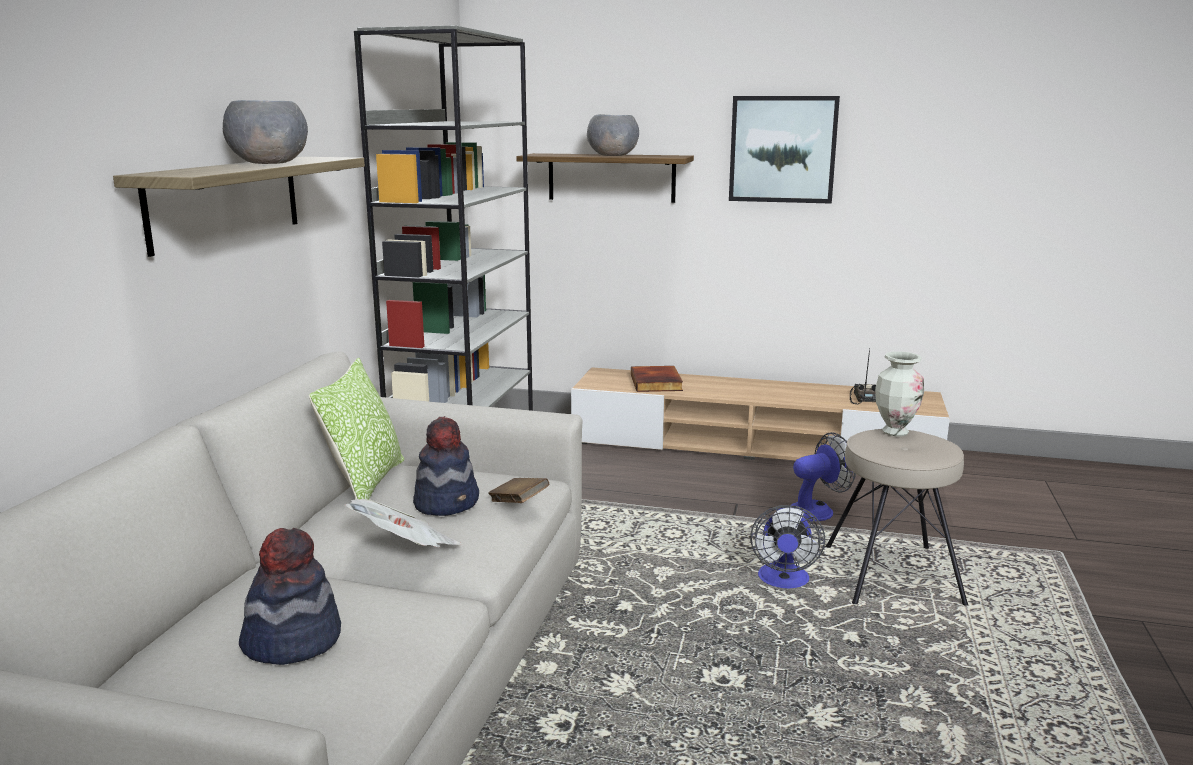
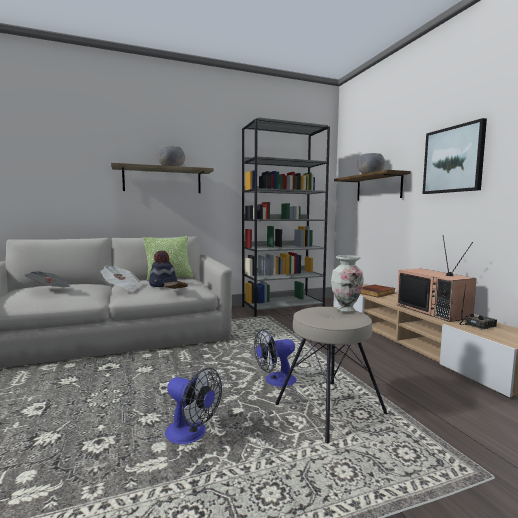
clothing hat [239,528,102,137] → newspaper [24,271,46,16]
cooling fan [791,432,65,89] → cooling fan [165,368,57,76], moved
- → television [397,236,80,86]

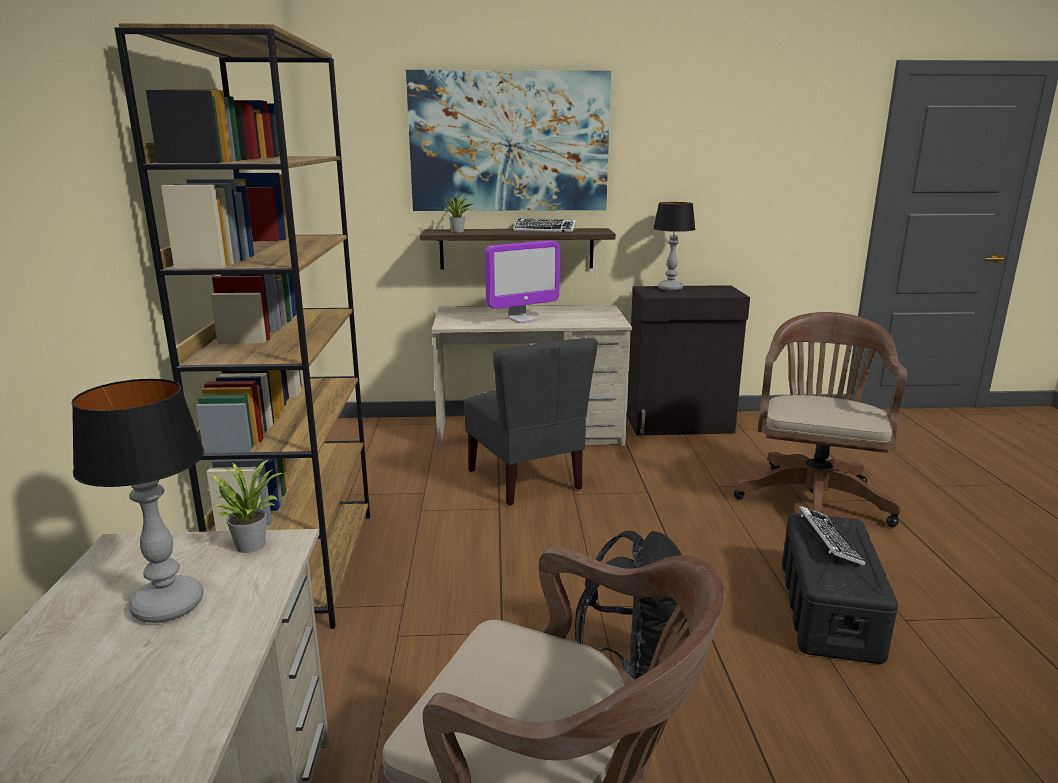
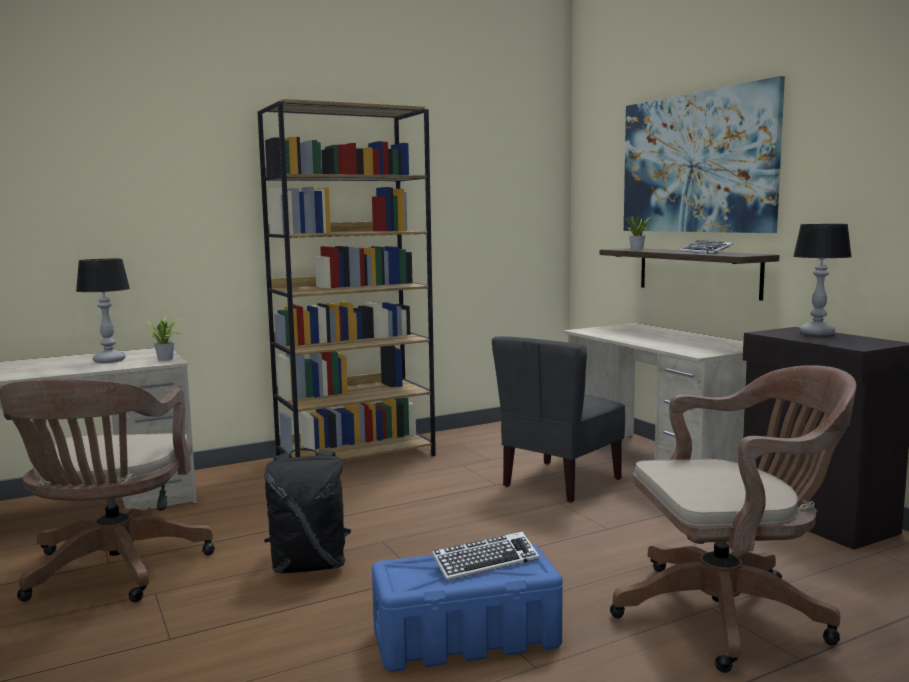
computer screen [485,241,75,82] → -
storage bin (black-coloured) [782,513,116,151] → storage bin (bluish) [372,544,191,128]

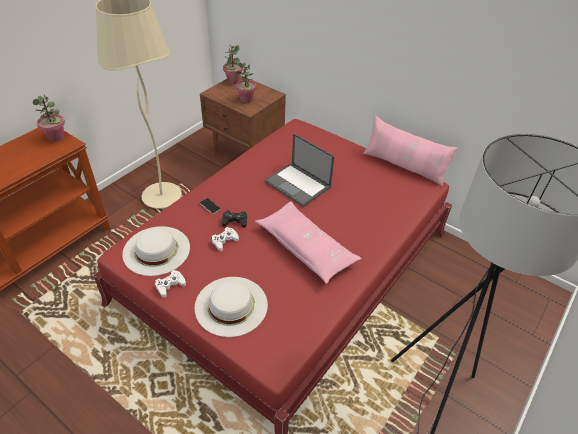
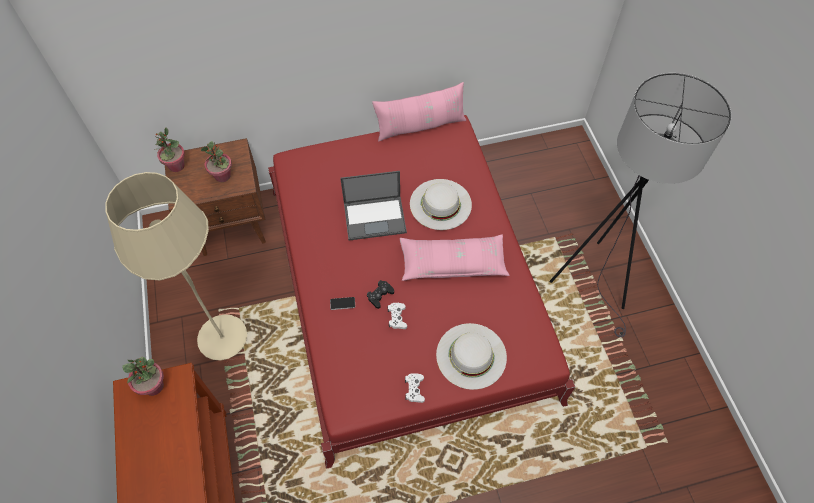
clothing hat (whitish) [122,226,68,50] → clothing hat (whitish) [410,179,62,51], moved

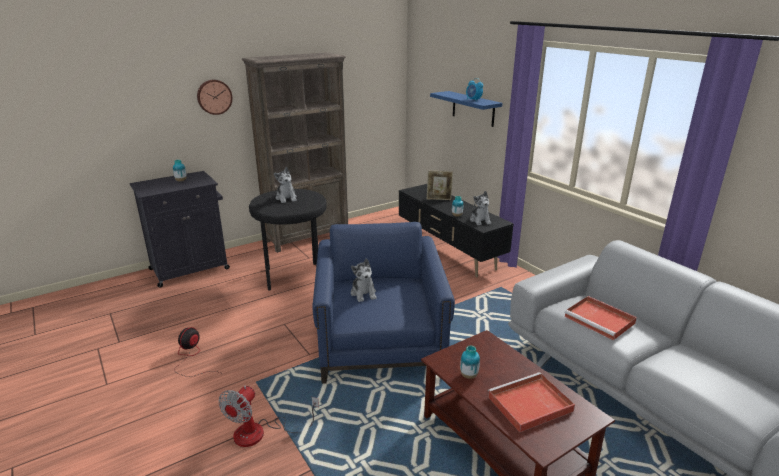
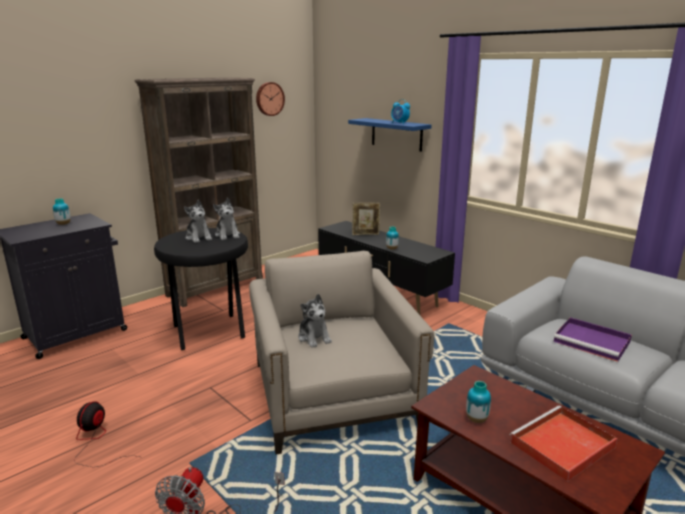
clock on the wall [197,80,35,35] → clock on the wall [256,82,29,34], moved
lounge chair (bluish) [312,222,143,162] → lounge chair (beige-coloured) [249,251,185,203]
plush toy [470,191,21,34] → plush toy [213,198,27,42], moved
tray (reddish) [564,296,73,44] → tray (purple) [553,317,79,45]

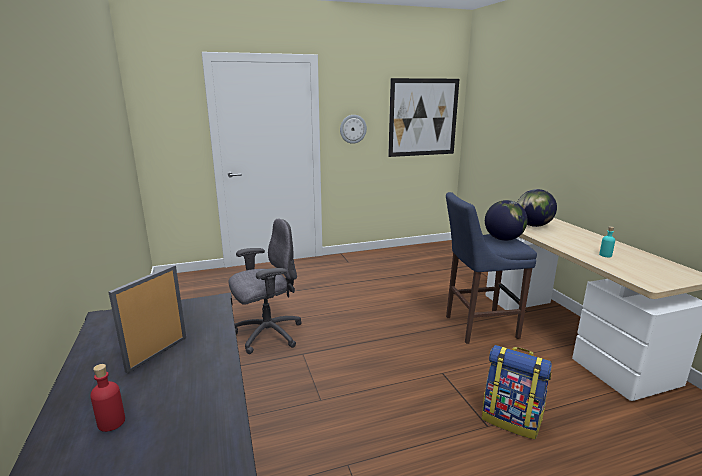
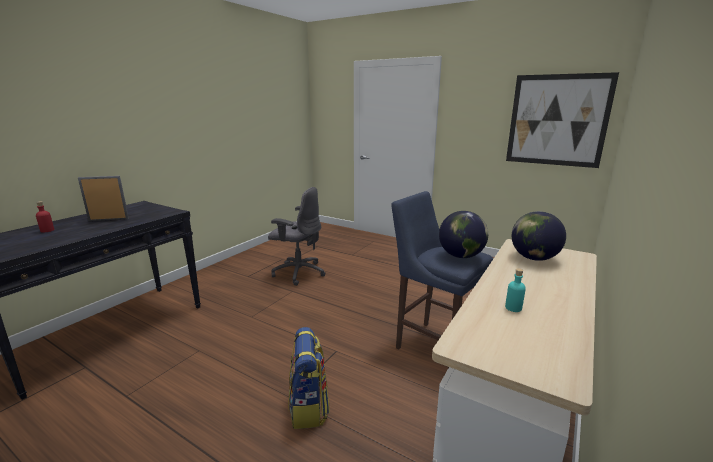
clock on the wall [340,115,27,29] → -

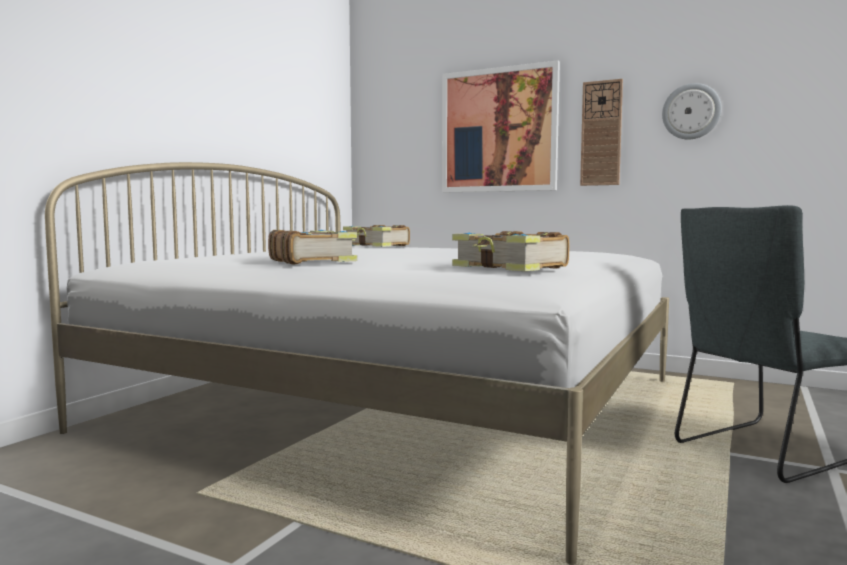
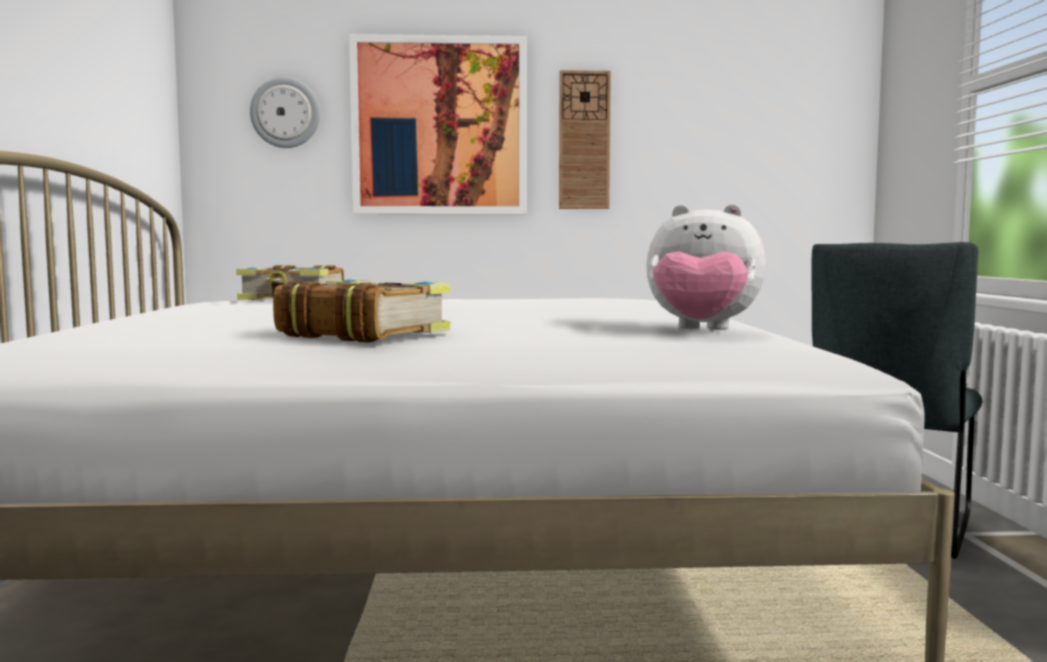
book [452,231,117,40] → plush toy [646,204,120,126]
clock on the wall [662,83,60,57] → clock on the wall [250,77,70,71], moved

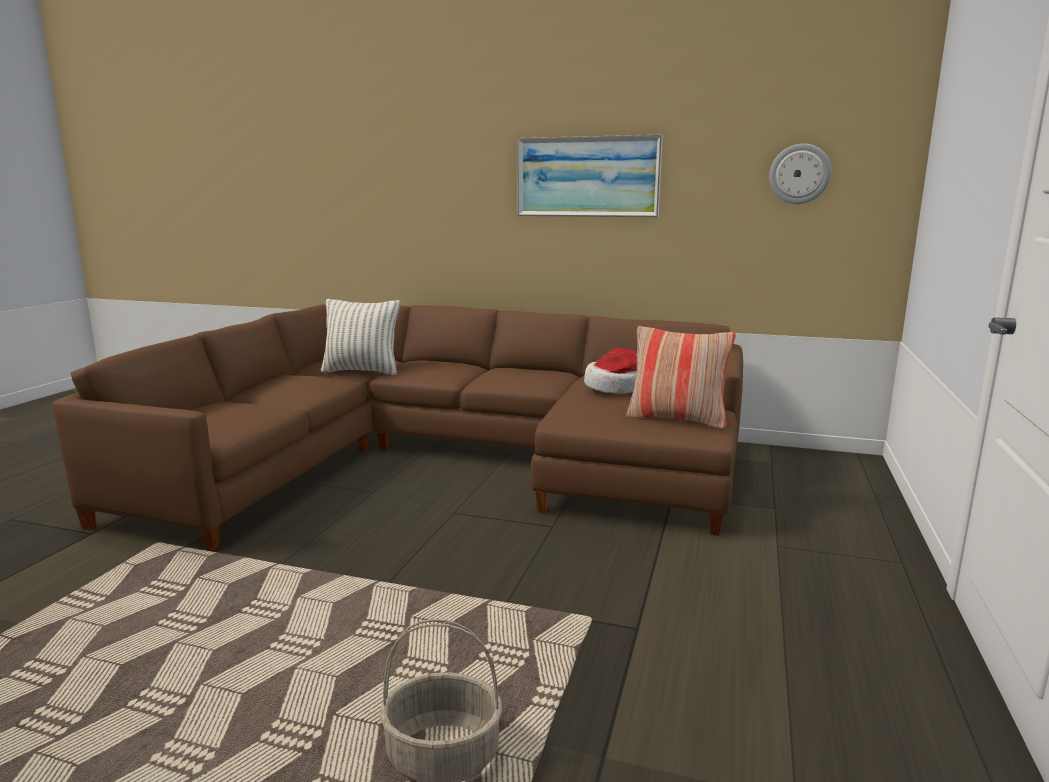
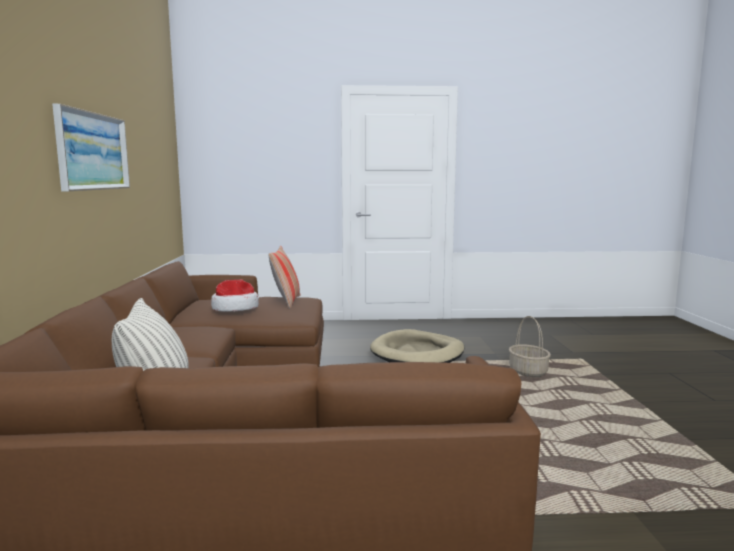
clock on the wall [769,144,62,60] → -
- → dog cushion (beige-coloured) [370,329,94,34]

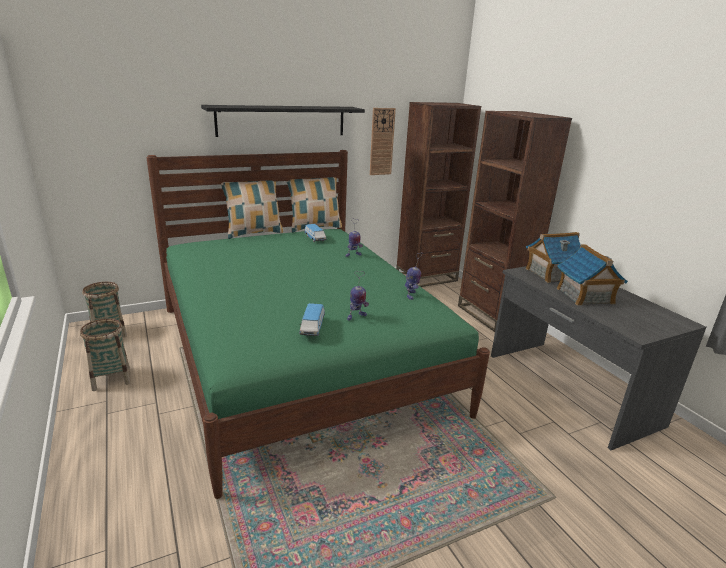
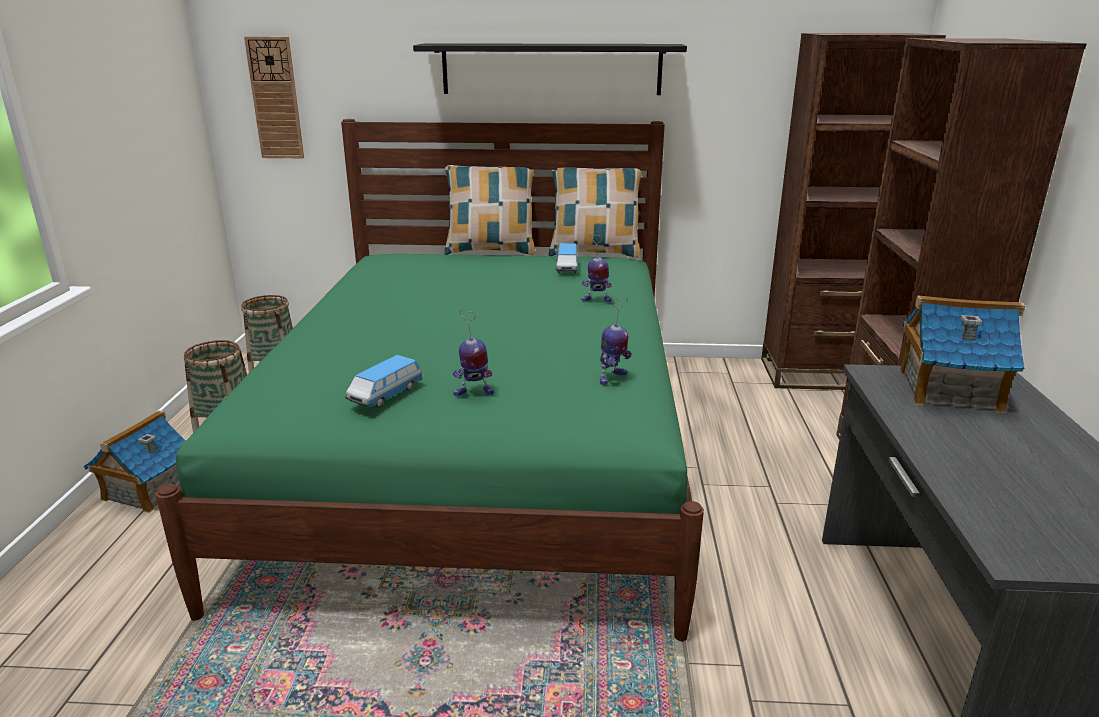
clock on the wall [370,108,26,67] → clock on the wall [244,37,60,121], moved
model house [557,244,71,62] → model house [83,411,103,102], moved

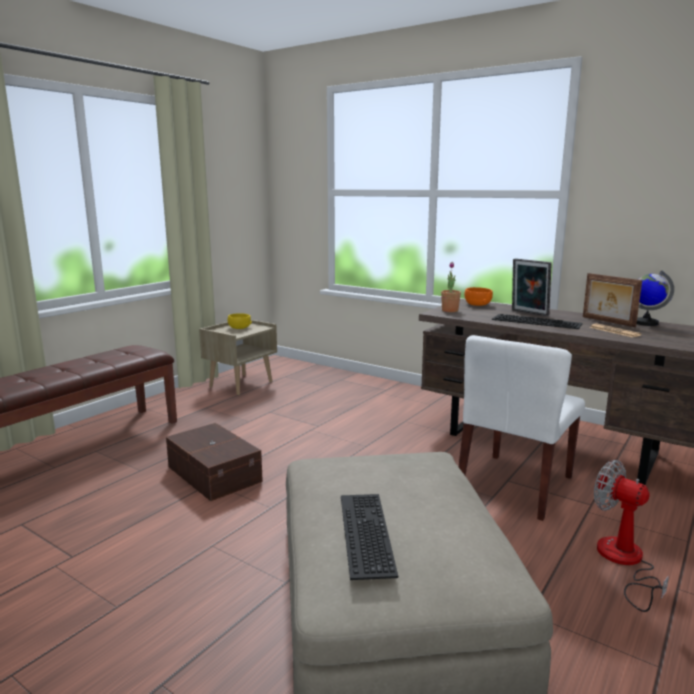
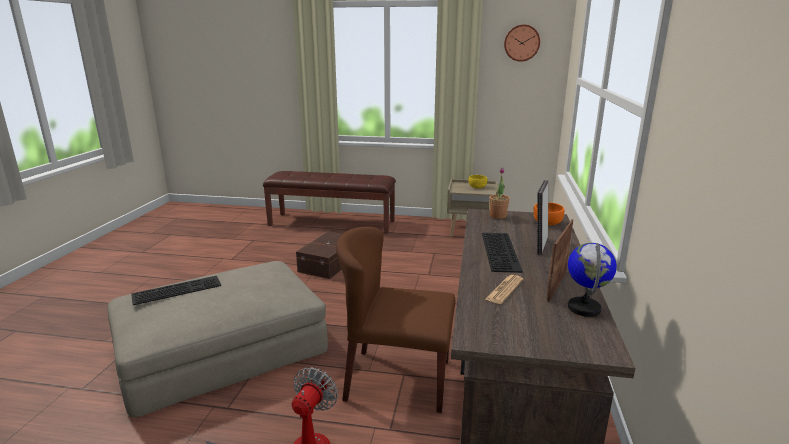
plain chair (whitish) [459,335,126,186] → plain chair (brownish) [336,227,119,186]
- → clock on the wall [504,24,36,38]

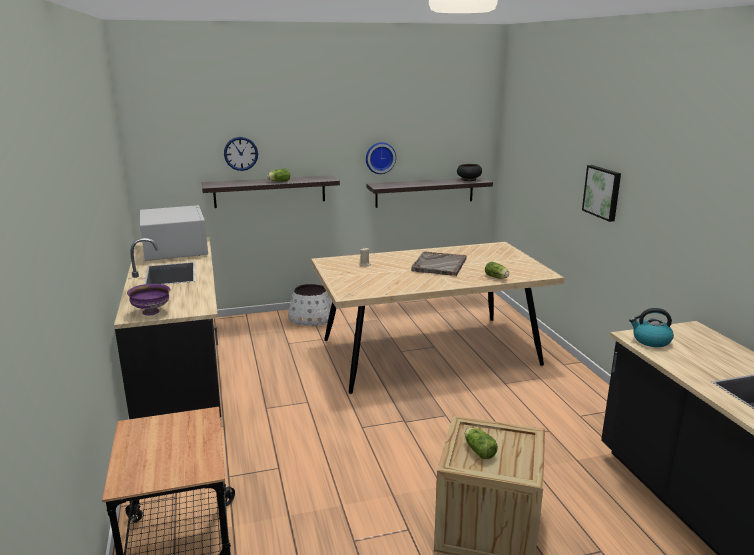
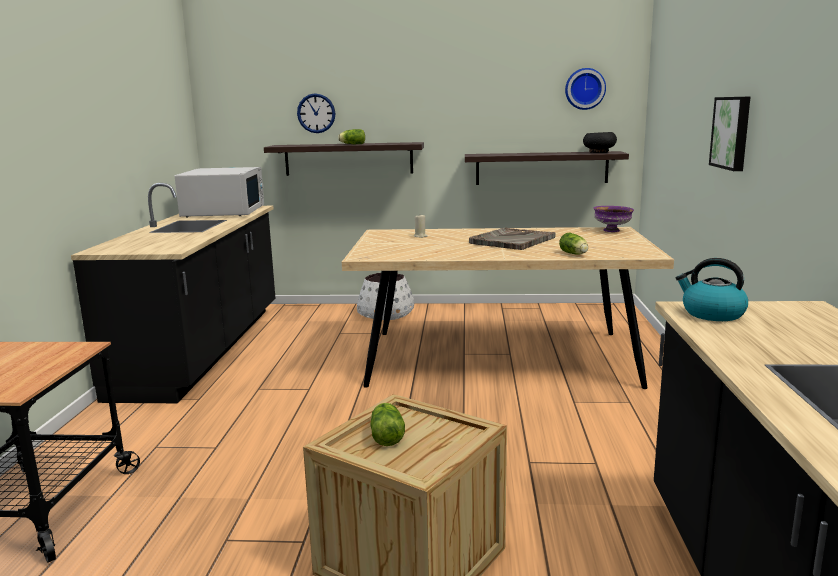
deep dish (purple) [127,284,43,32] → deep dish (purple) [594,206,40,26], moved
clock on the wall [366,142,30,32] → clock on the wall [565,68,41,42], moved

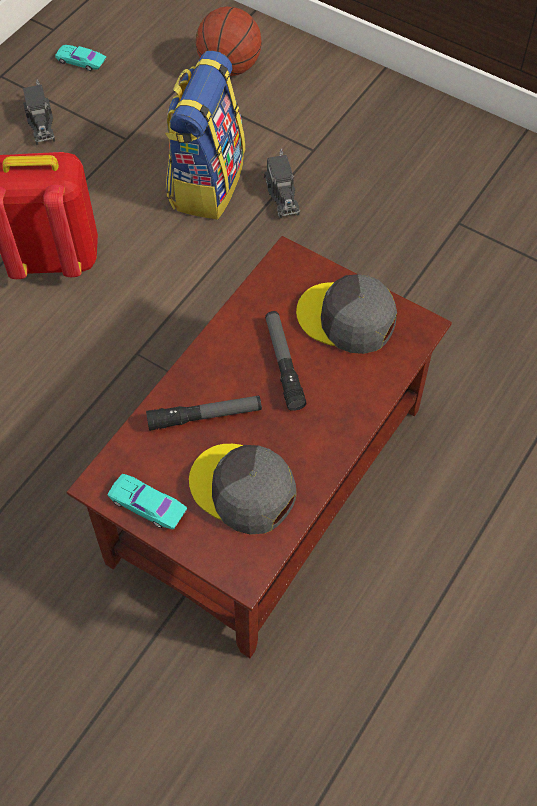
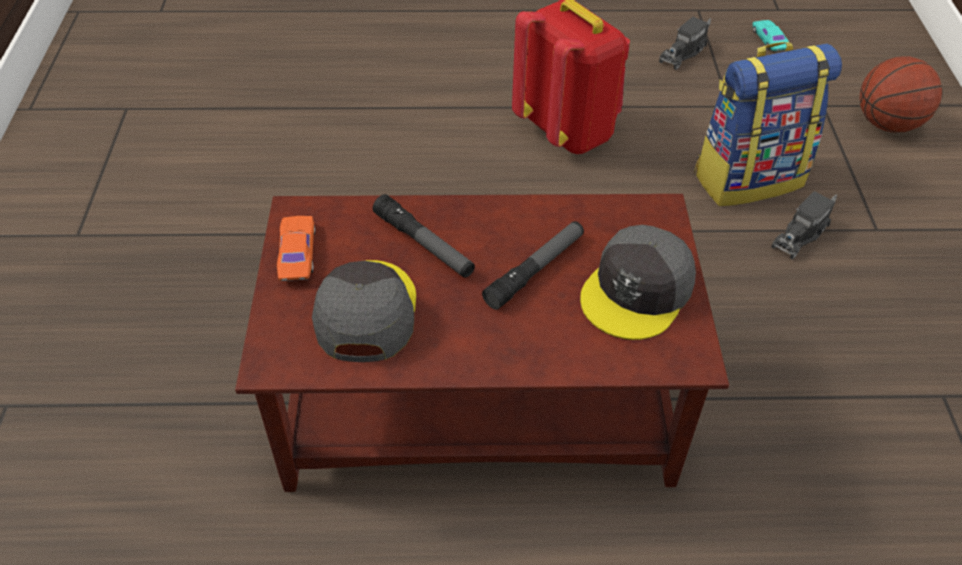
miniature car (turquoise) [108,474,79,55] → miniature car (orangey) [277,216,38,65]
cap (greyish) [296,274,101,80] → cap (greyish) [580,225,116,115], 135 degrees counterclockwise

